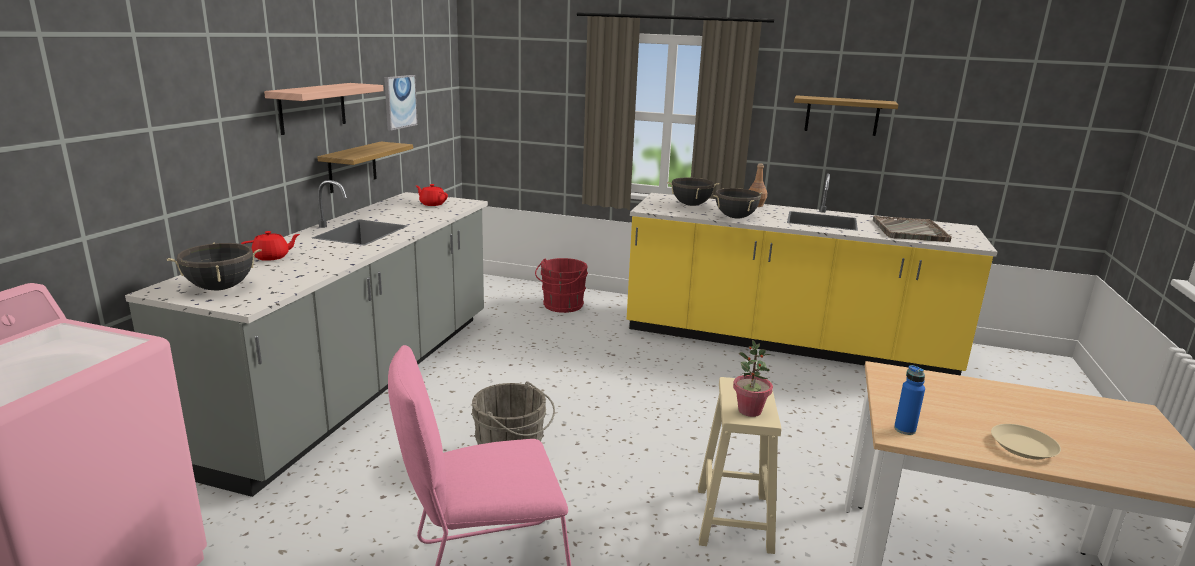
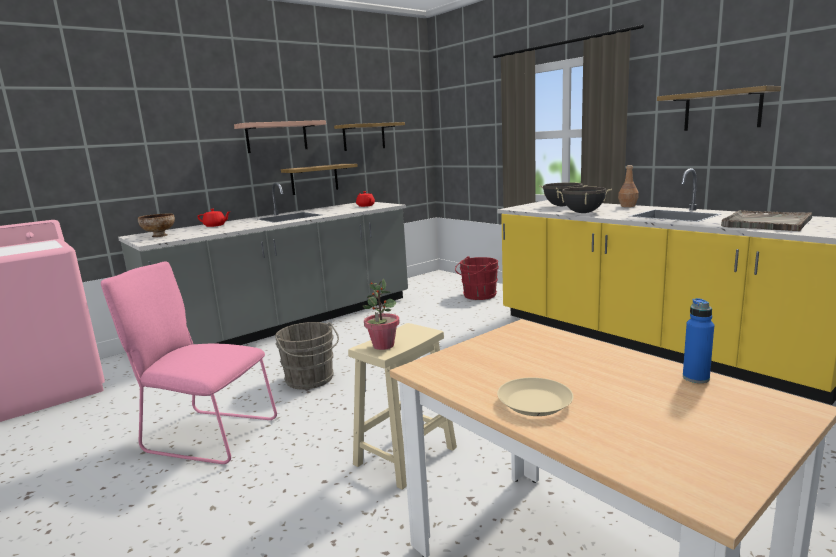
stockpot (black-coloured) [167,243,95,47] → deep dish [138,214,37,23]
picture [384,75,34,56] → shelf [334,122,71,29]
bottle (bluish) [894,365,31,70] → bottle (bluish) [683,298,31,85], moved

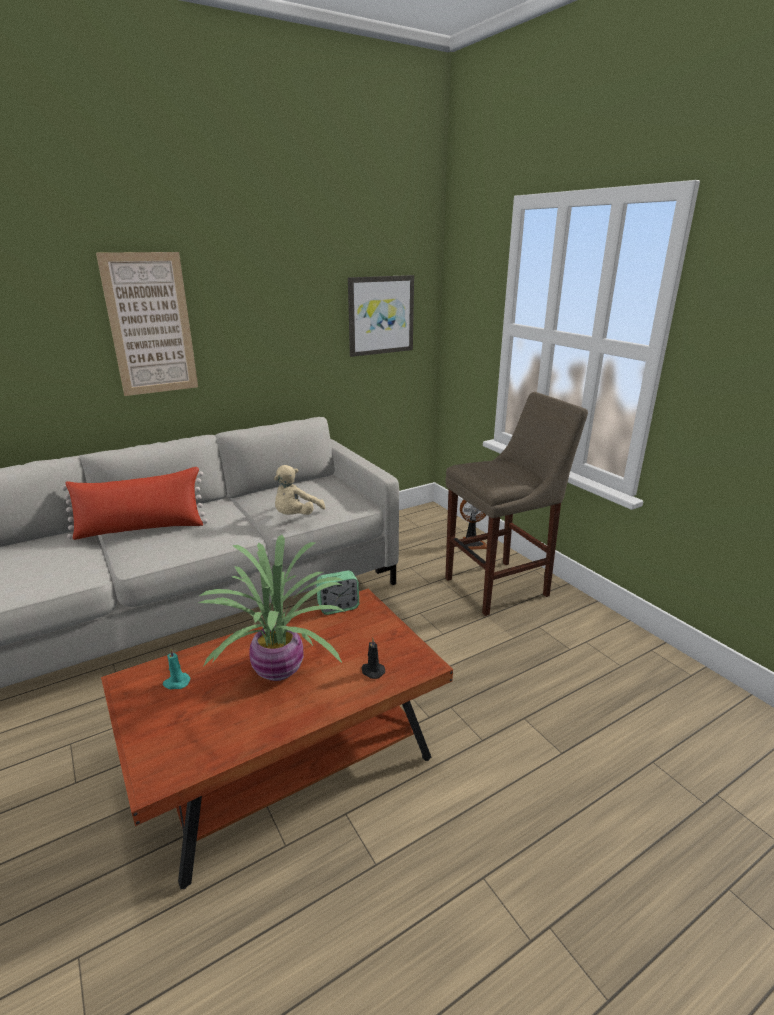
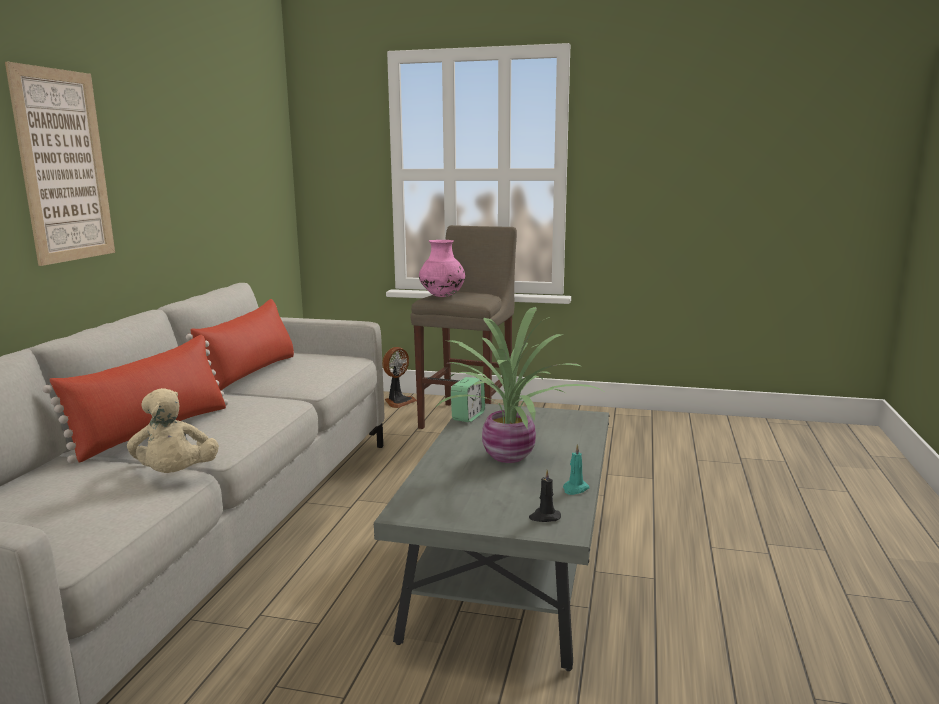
low table (brownish) [101,589,352,301] → low table (greyish) [374,404,235,267]
wax light (turquoise) [163,648,27,41] → wax light (turquoise) [563,444,27,51], moved
plush toy (beige-coloured) [274,465,51,50] → plush toy (beige-coloured) [127,388,92,85], moved
picture [348,275,66,82] → -
wax light (black-coloured) [361,638,24,41] → wax light (black-coloured) [529,470,32,52], moved
- → cushion (reddish) [186,299,108,92]
- → flower vase (pinkish) [419,240,46,57]

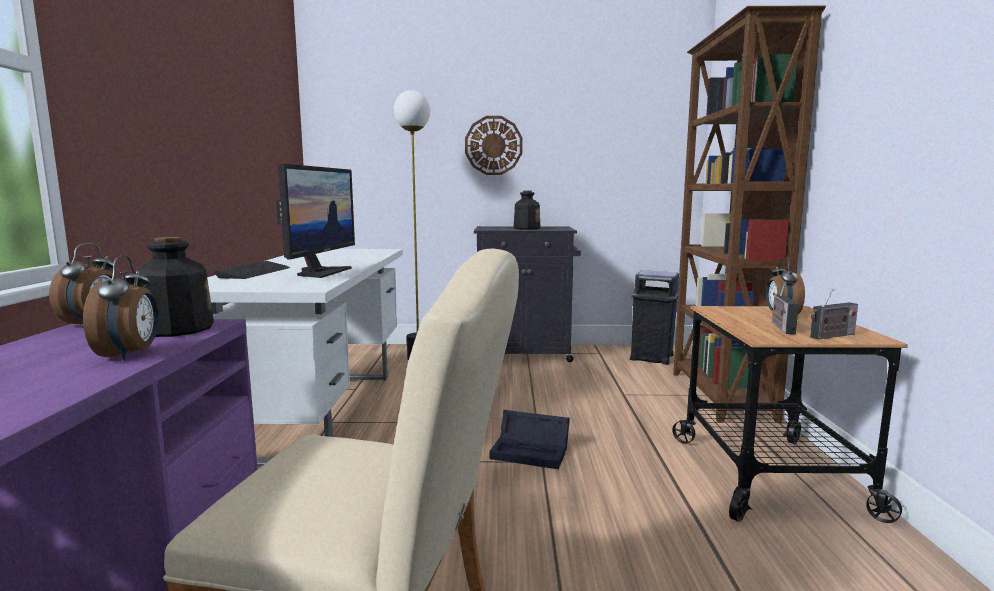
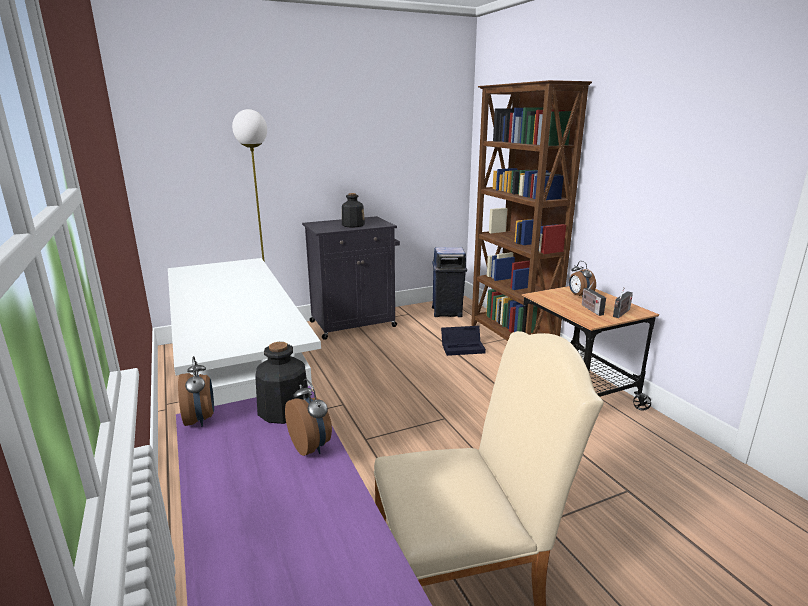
PC keyboard [214,261,76,18] → -
computer screen [276,164,79,114] → -
clock on the wall [465,116,57,59] → -
storage bin (black-coloured) [489,410,81,59] → storage bin (black-coloured) [441,326,45,30], moved

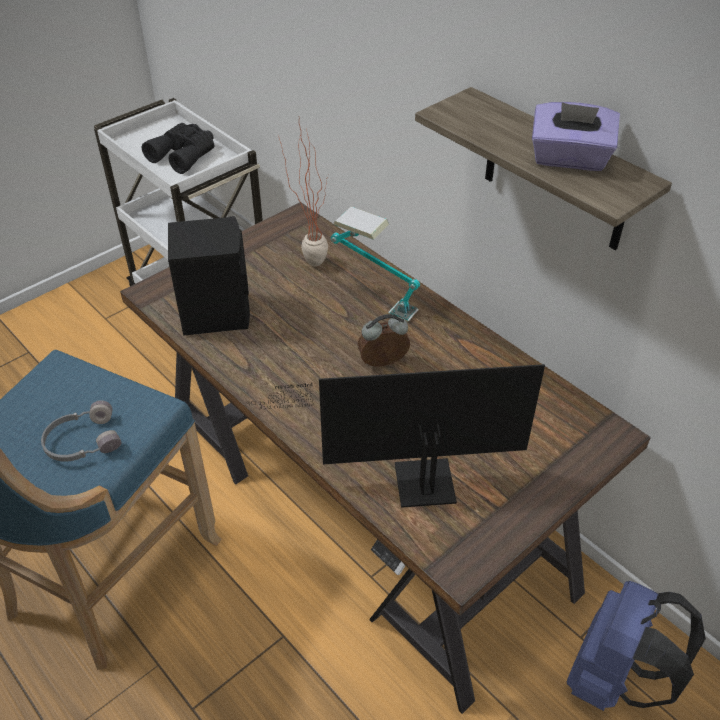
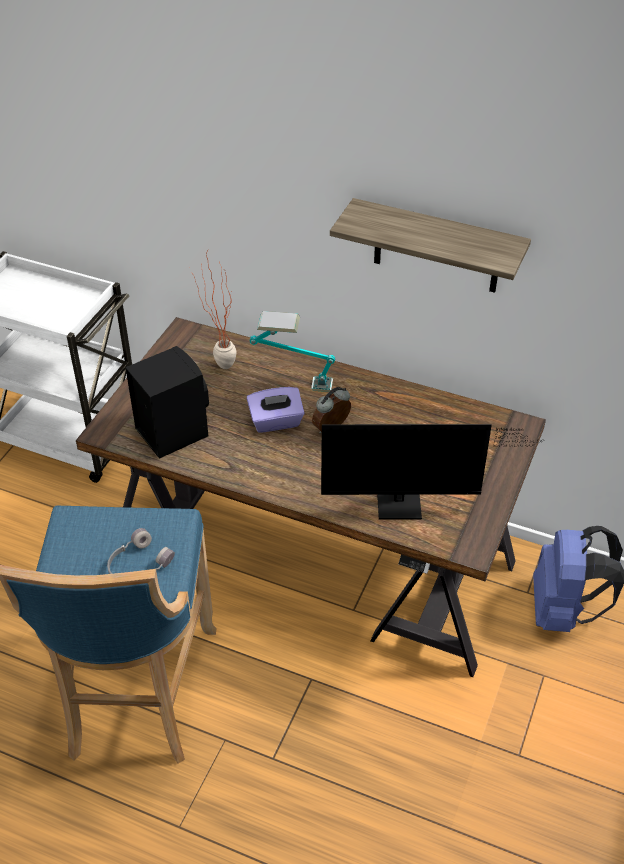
field glasses (black-coloured) [142,123,72,51] → -
computer screen [246,364,299,144] → computer screen [321,424,222,96], 150 degrees counterclockwise
tissue box (purple) [532,102,88,69] → tissue box (purple) [247,387,58,46], moved

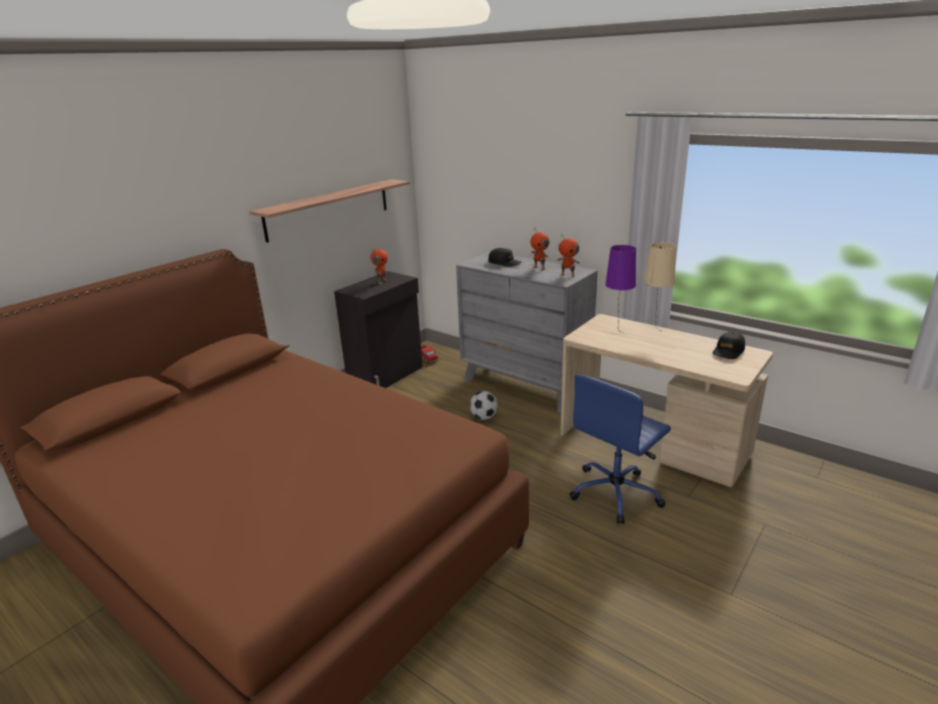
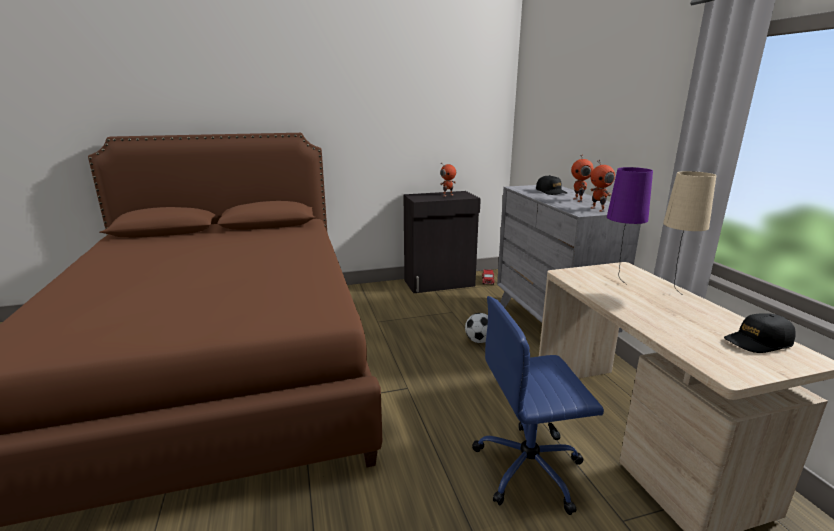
shelf [249,179,161,64] → -

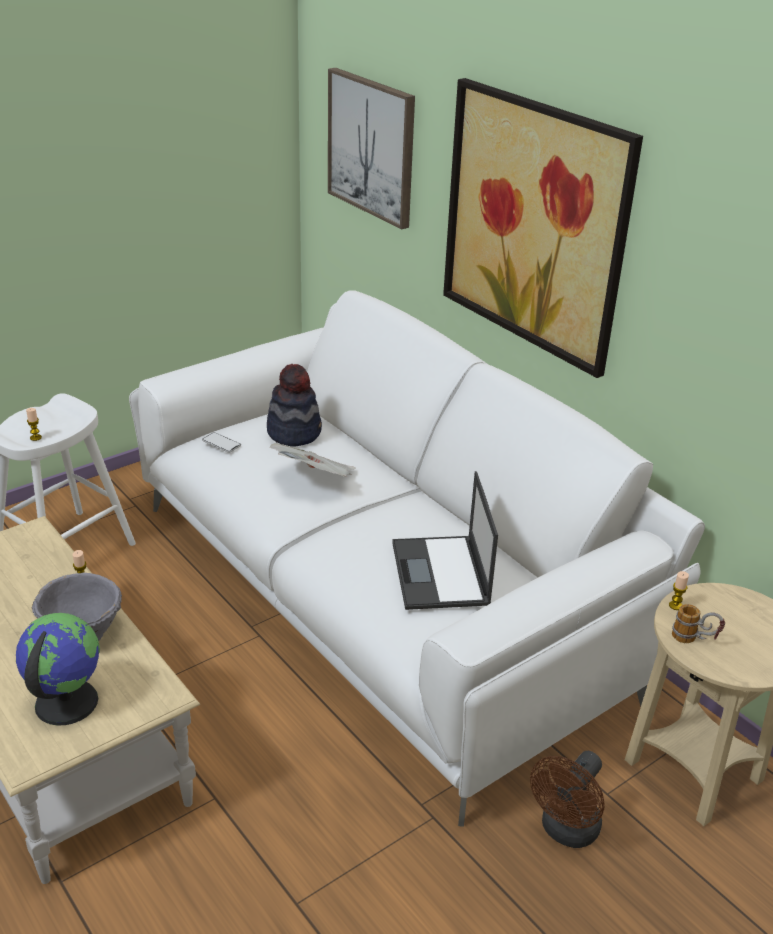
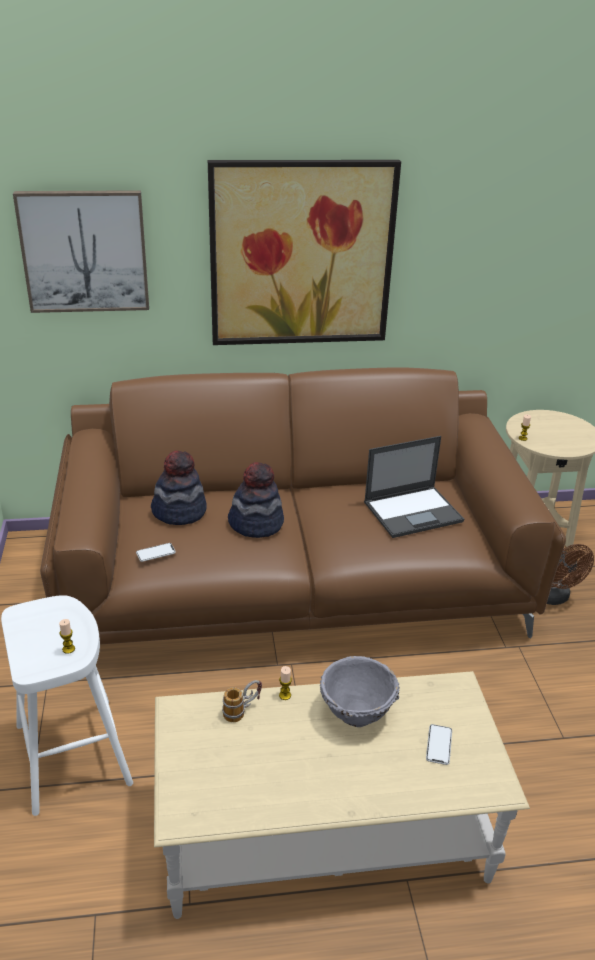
globe [15,613,85,113] → phone [426,724,26,41]
sofa (whitish) [129,290,576,537] → sofa (brownish) [40,368,526,277]
newspaper [270,443,86,34] → clothing hat [228,462,56,76]
portable computer [392,471,106,139] → portable computer [364,436,100,102], 45 degrees counterclockwise
tea mug [672,604,53,39] → tea mug [222,680,40,42], moved

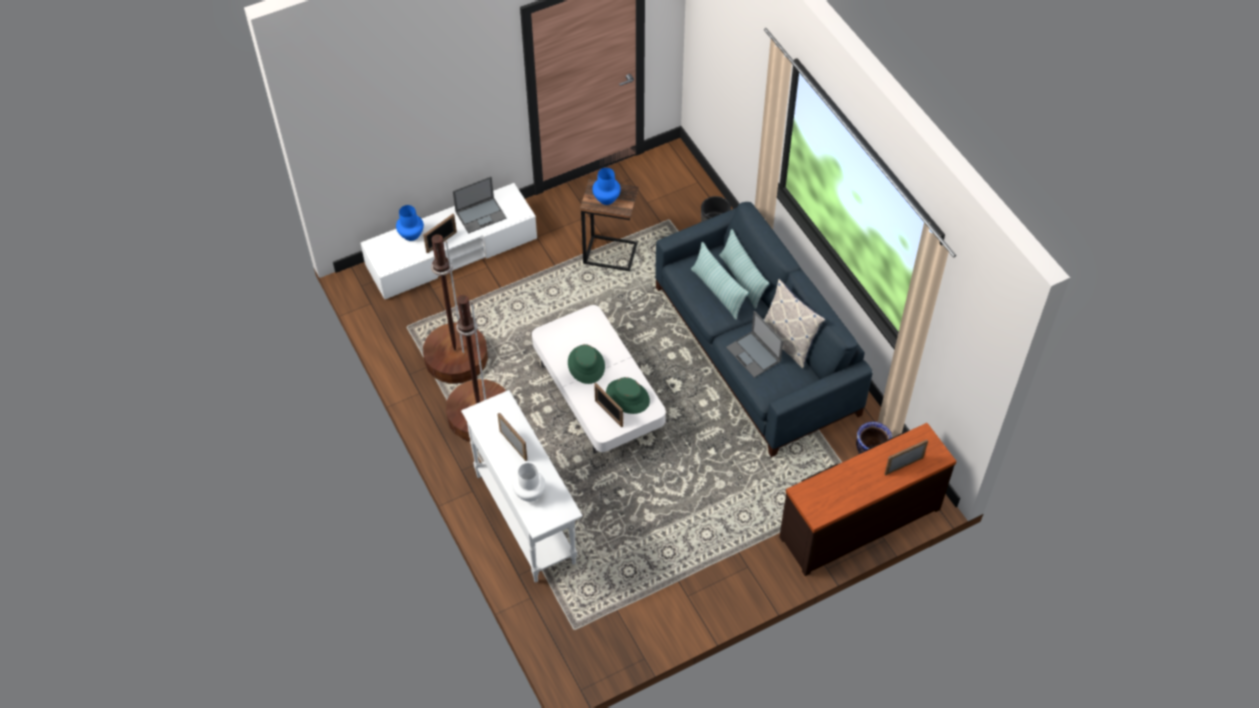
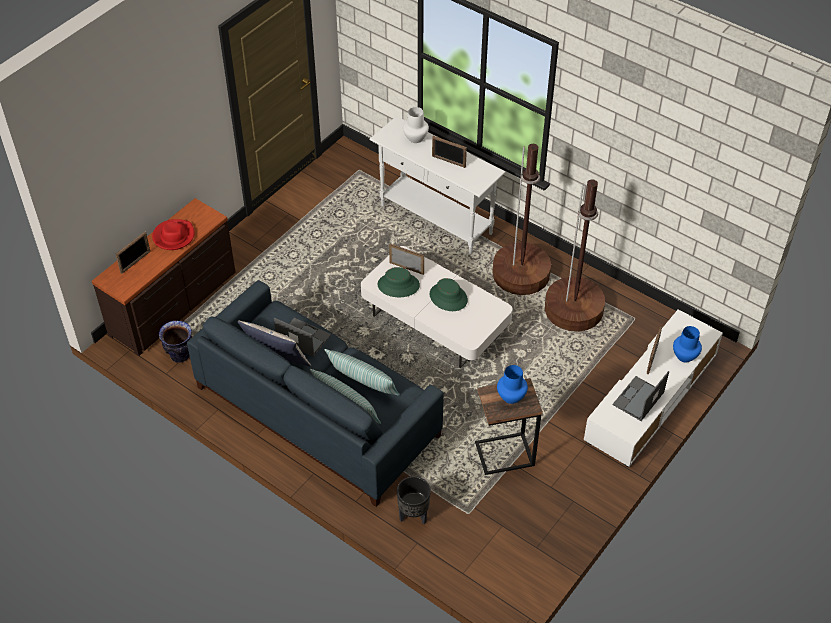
- → clothing hat (reddish) [152,219,43,31]

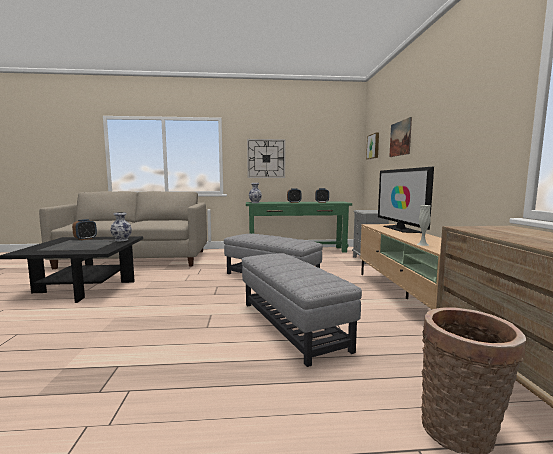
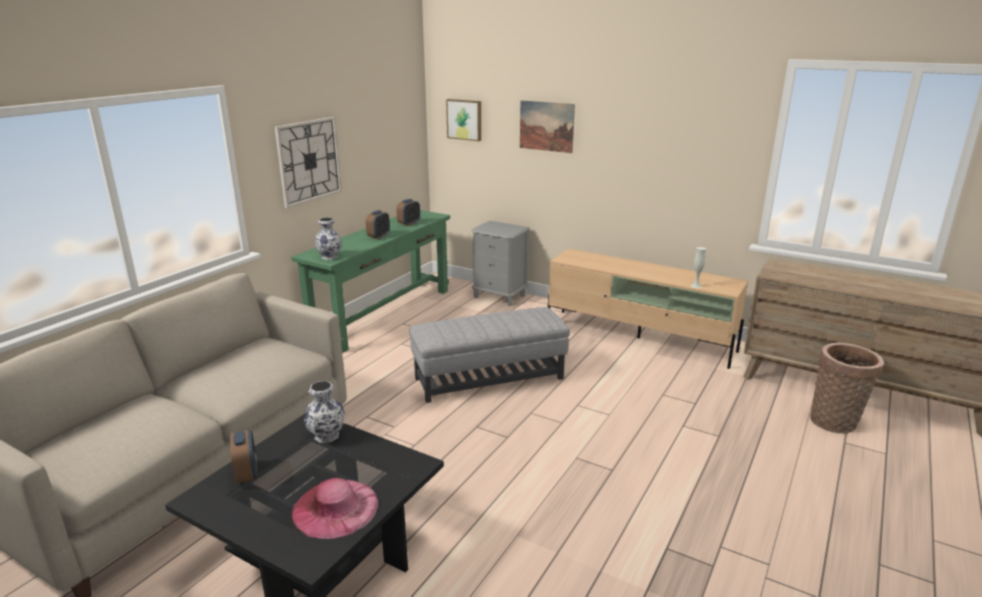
ottoman (greyish) [242,253,120,114] → -
television [378,167,56,66] → -
- → clothing hat (pinkish) [292,478,86,61]

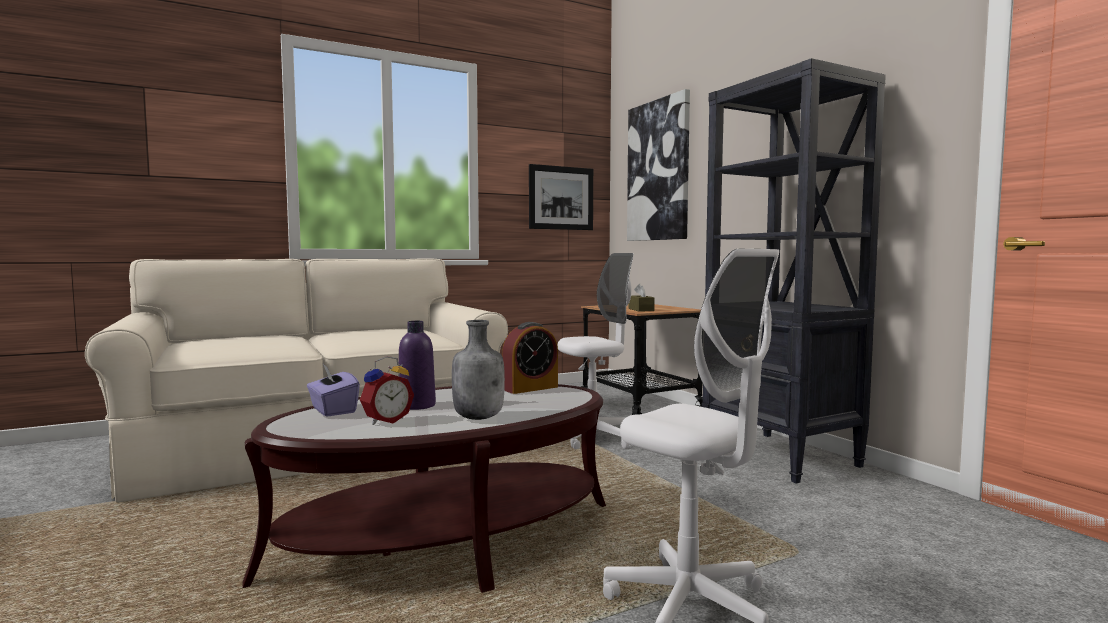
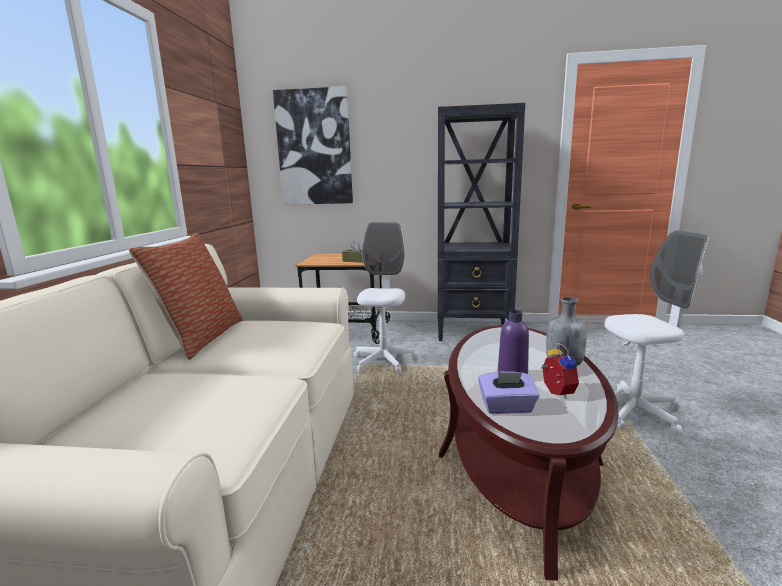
alarm clock [502,322,56,72] → -
picture [529,164,64,66] → -
- → cushion [129,233,114,127]

